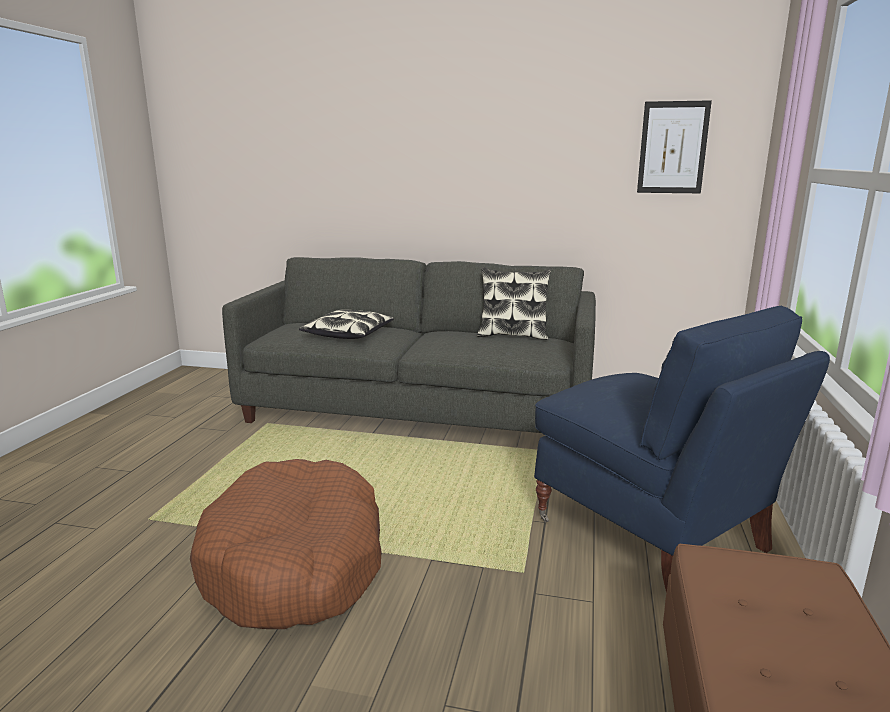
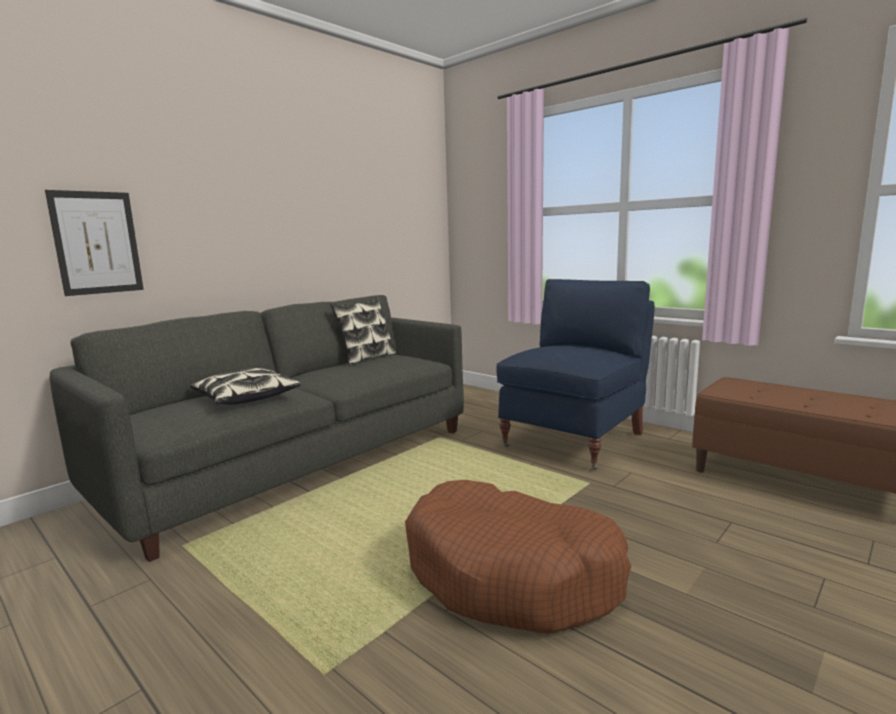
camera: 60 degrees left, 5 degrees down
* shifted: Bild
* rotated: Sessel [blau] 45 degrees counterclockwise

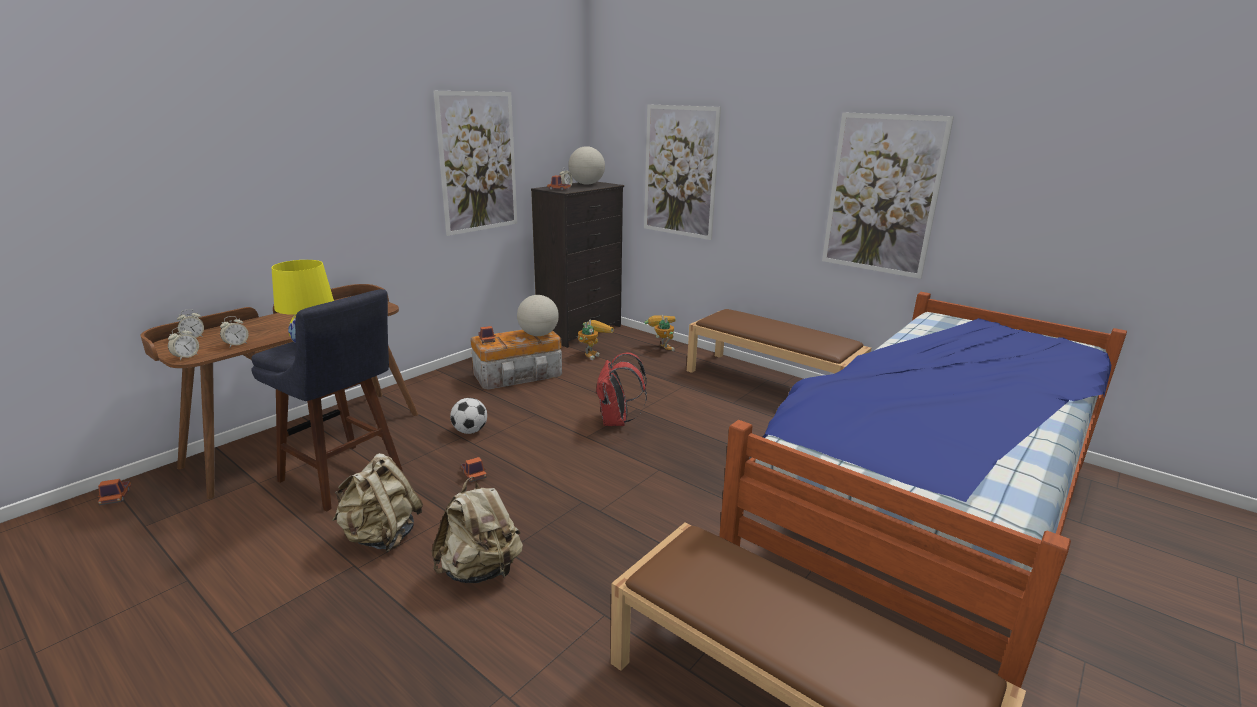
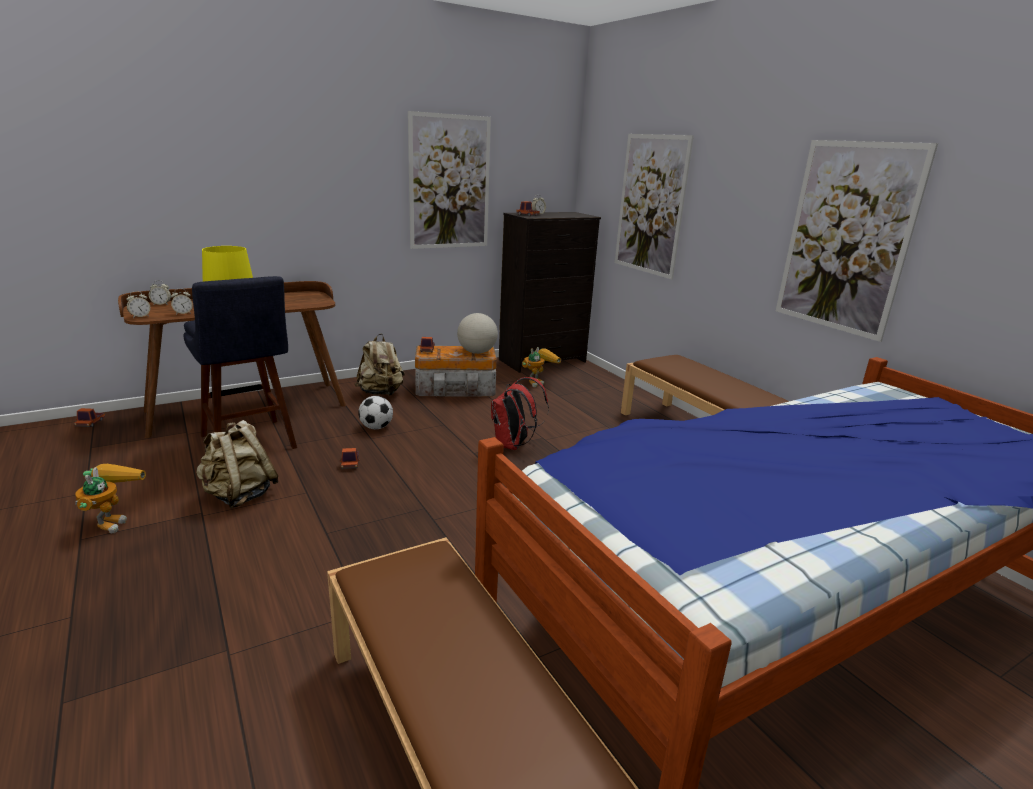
camera: 20 degrees right, 0 degrees up
* gone: Globus (no. 2 from left)
* shifted: Rucksack [beige] (no. 2 from left)
* shifted: Spielzeugroboter (no. 2 from left in the first image) to Spielzeugroboter (no. 1 from left)

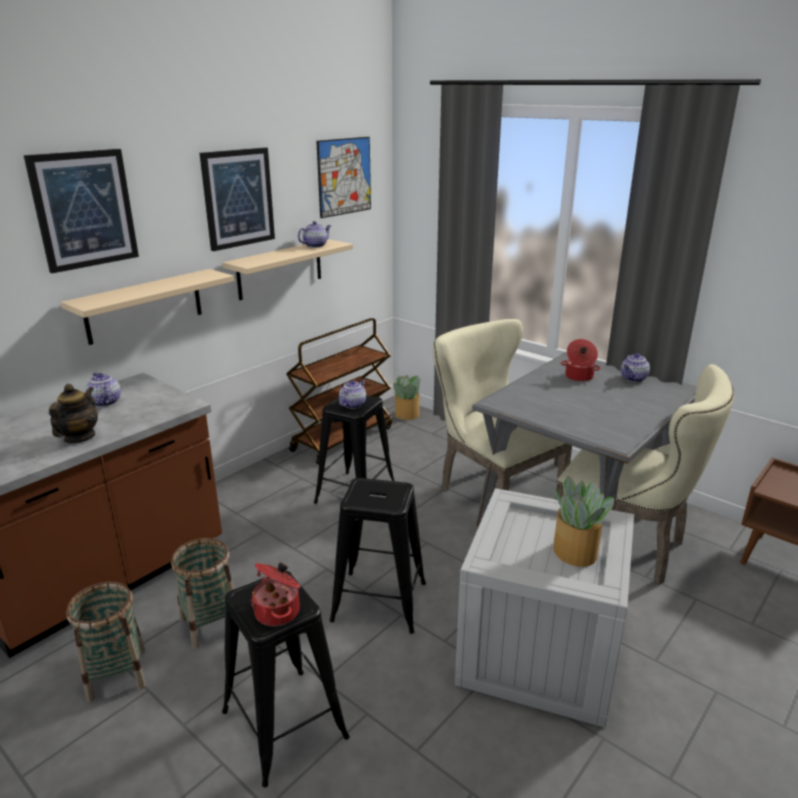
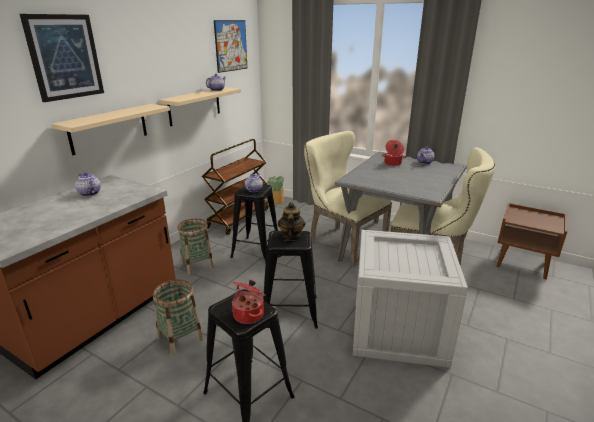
camera: 10 degrees left, 0 degrees up
* gone: Bild (no. 2 from left)
* gone: Topfpflanze (no. 2 from left)
* shifted: Teekanne (no. 1 from left in the first image) to Teekanne (no. 4 from left)
* shifted: Korb (no. 1 from left in the first image) to Korb (no. 2 from left)

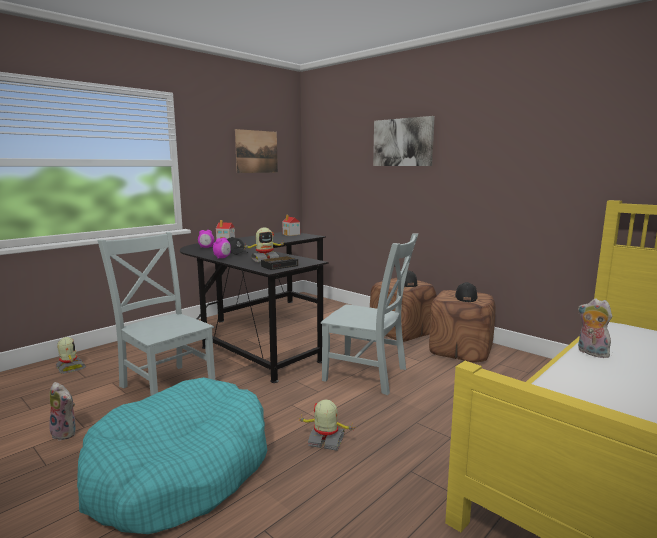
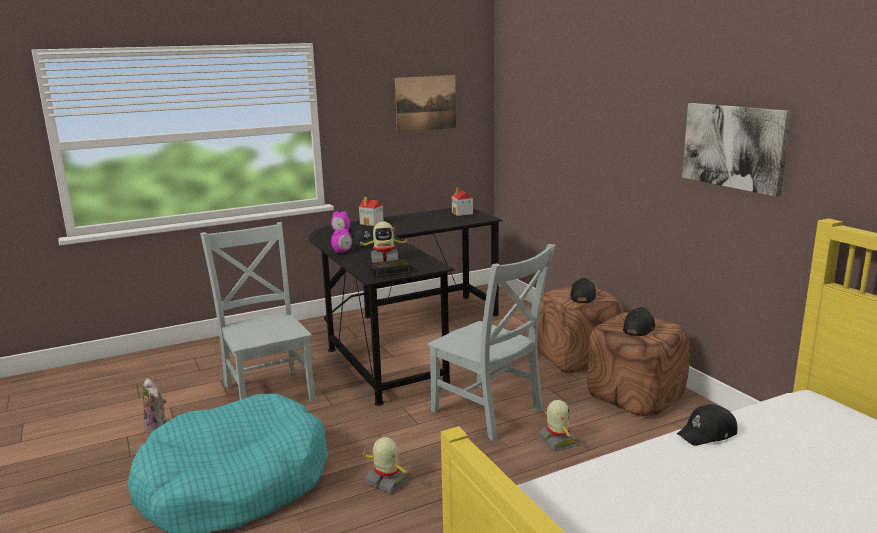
camera: 20 degrees right, 5 degrees up
* shifted: Spielzeugroboter (no. 1 from left in the first image) to Spielzeugroboter (no. 3 from left)
* shifted: Bild (no. 2 from left)
* swapped: Plüschtier (no. 2 from left) to Kappe [schwarz] (no. 4 from left)

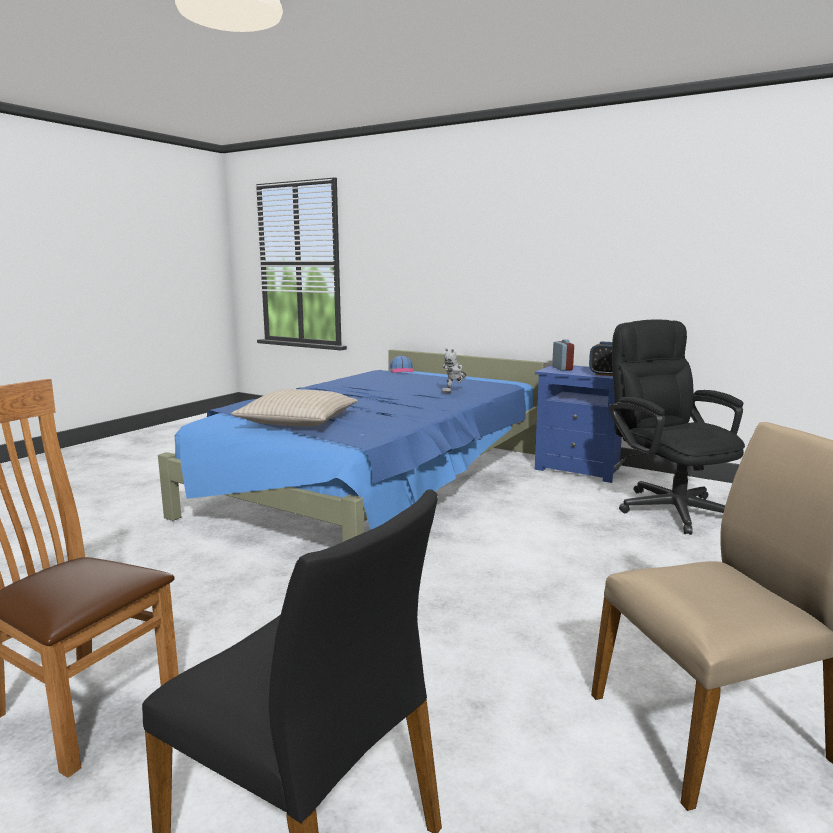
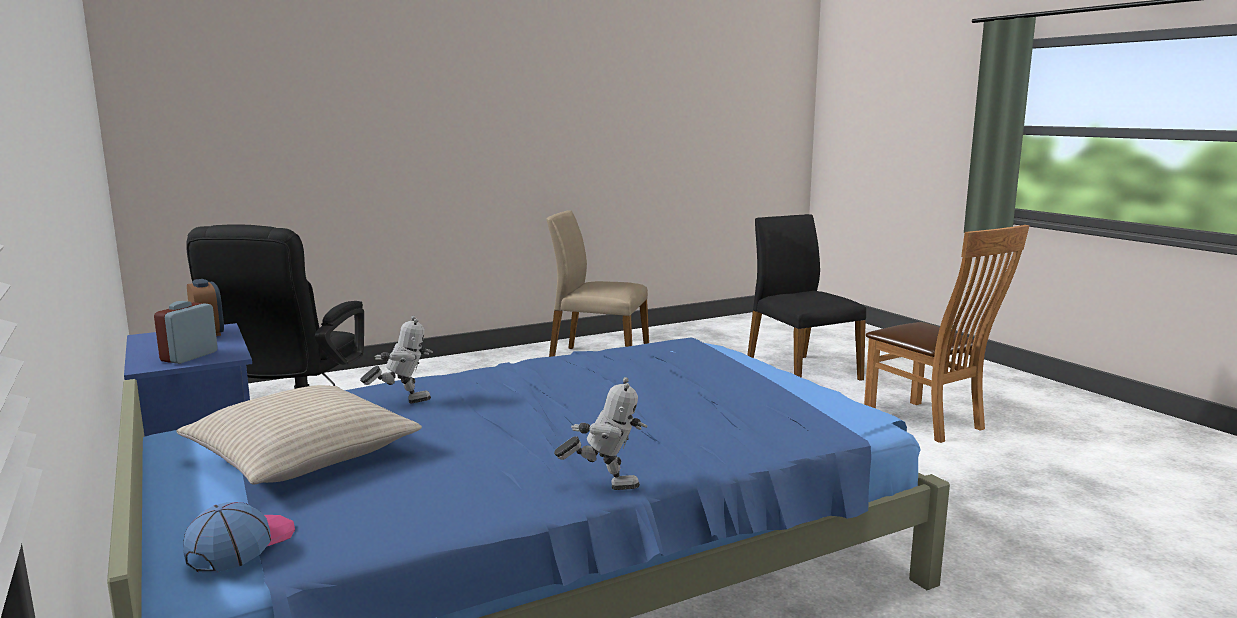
camera: 150 degrees left, 0 degrees up
* new: Spielzeugroboter (no. 2 from left)
* shifted: Kissen [beige]

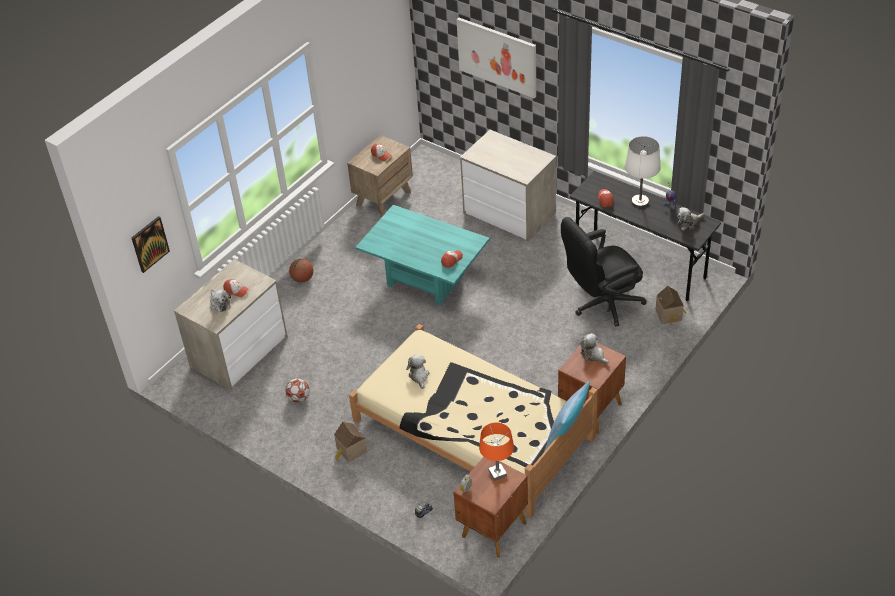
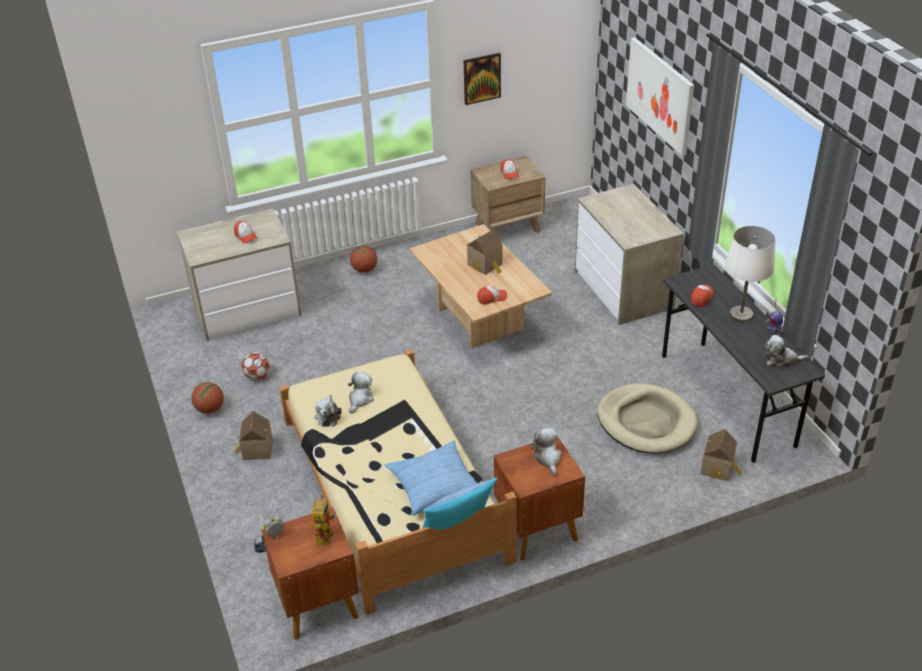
camera: 30 degrees right, 5 degrees down
* new: Basketball (no. 1 from left)
* new: Kissen (no. 1 from left)
* new: Spielzeughaus (no. 2 from left)
* shifted: Bild (no. 1 from left)
* shifted: Plüschtier (no. 1 from left)
* swapped: Tischlampe [orange] to Spielzeugroboter (no. 1 from left)
* swapped: Bürostuhl [schwarz] to Hundebett [beige]
* repainted: Couchtisch [türkis] to Couchtisch [beige]

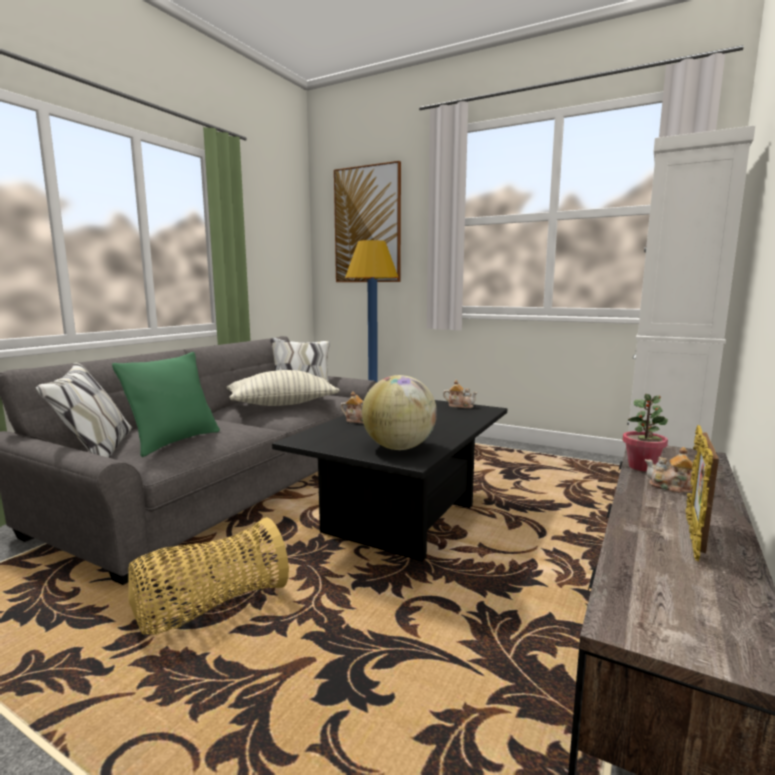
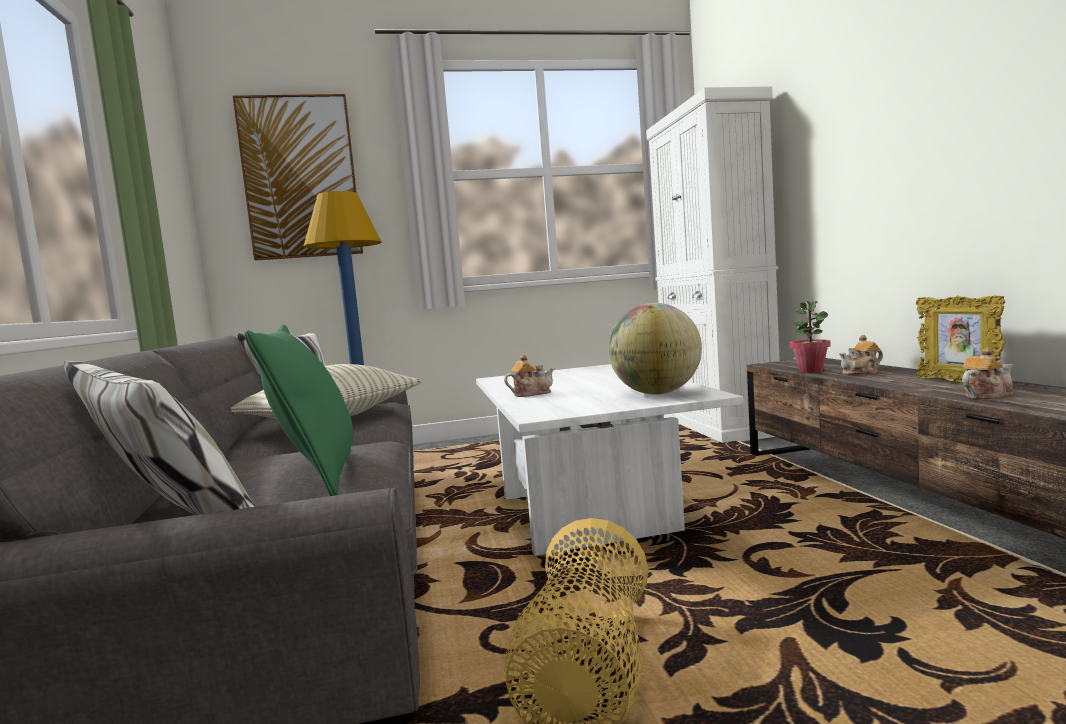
camera: 40 degrees left, 5 degrees down
* shifted: Teekanne (no. 2 from left in the first image) to Teekanne (no. 3 from left)
* repainted: Couchtisch [schwarz] to Couchtisch [weiß]

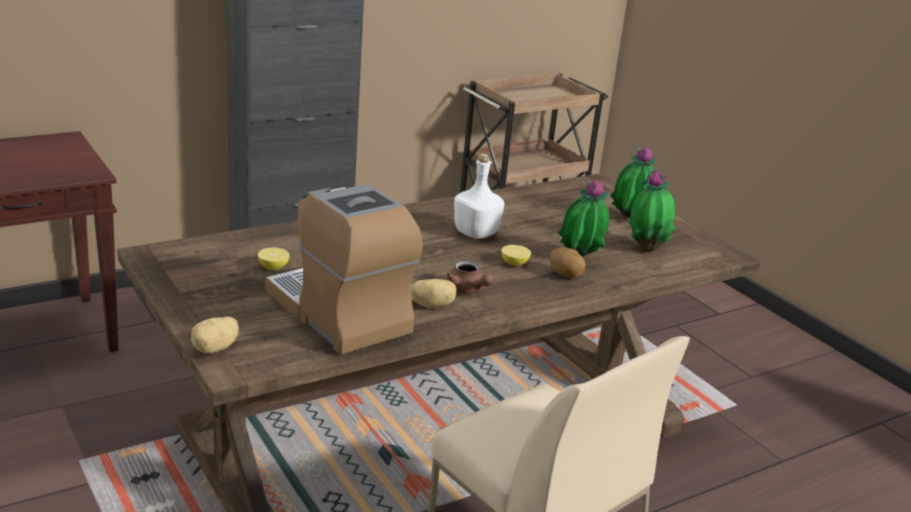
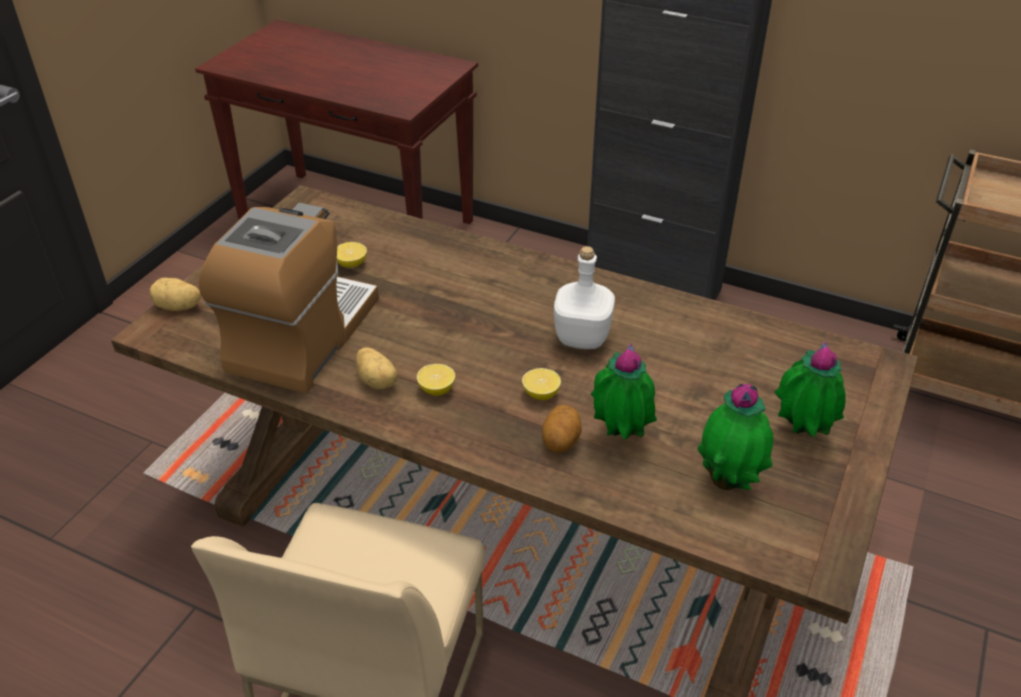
camera: 60 degrees right, 15 degrees up
* swapped: Teekanne [braun] to Zitrone (no. 2 from left)

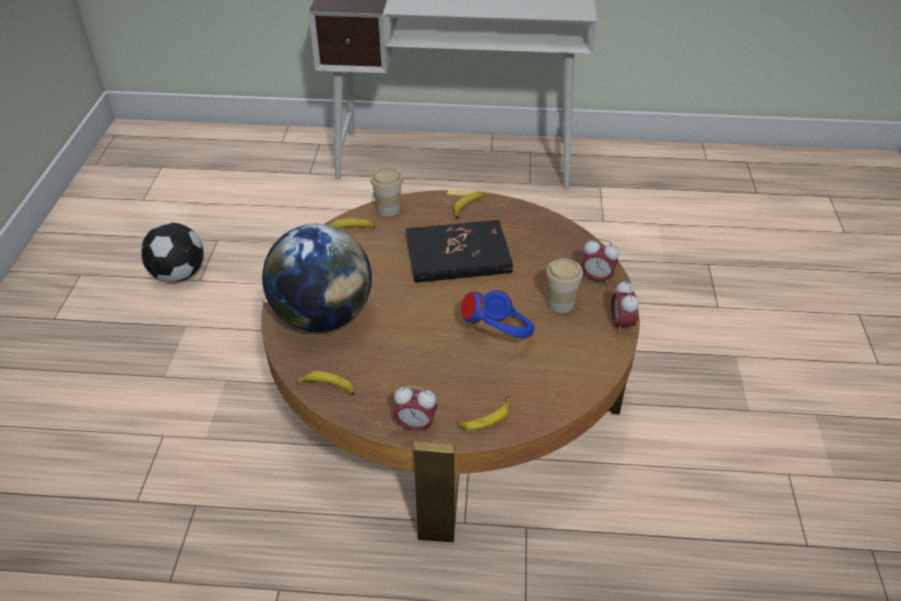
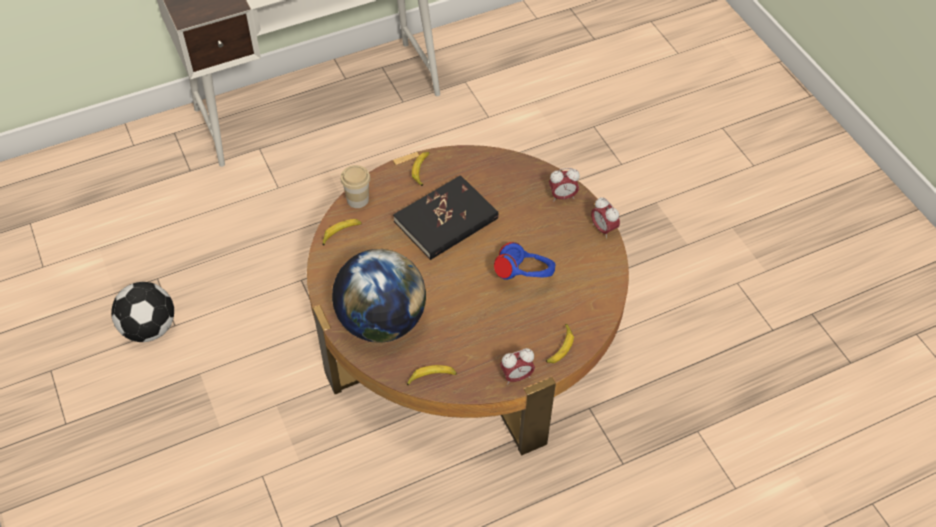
camera: 30 degrees left, 10 degrees up
* gone: Tasse (no. 2 from left)

